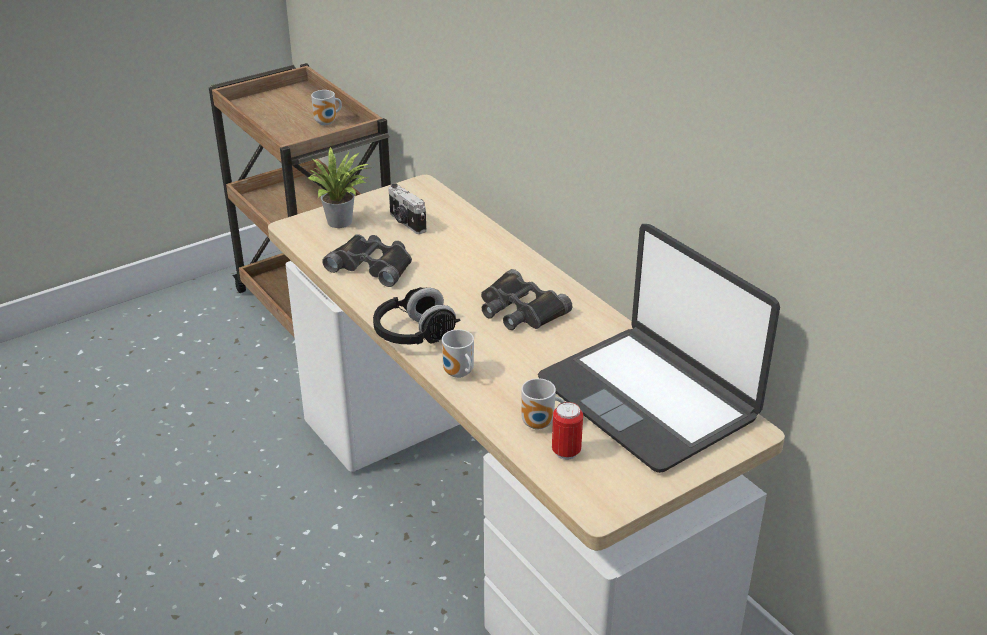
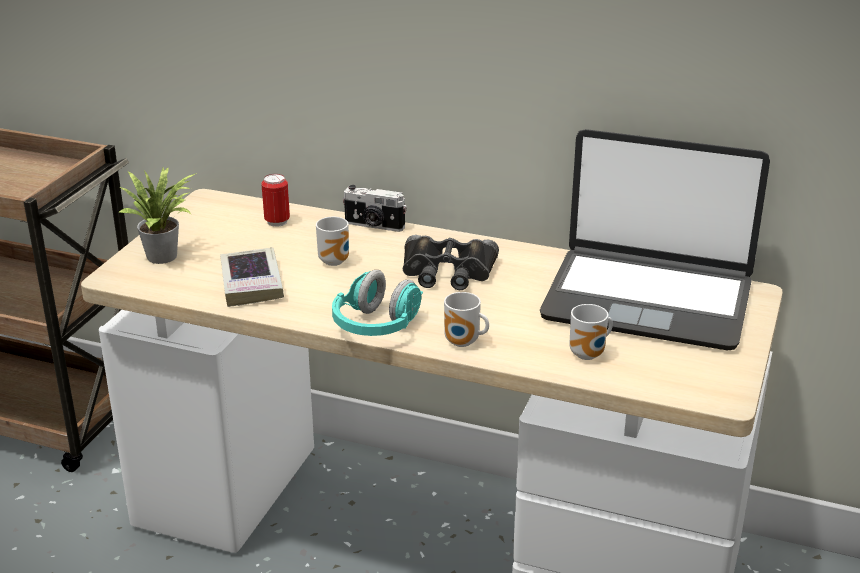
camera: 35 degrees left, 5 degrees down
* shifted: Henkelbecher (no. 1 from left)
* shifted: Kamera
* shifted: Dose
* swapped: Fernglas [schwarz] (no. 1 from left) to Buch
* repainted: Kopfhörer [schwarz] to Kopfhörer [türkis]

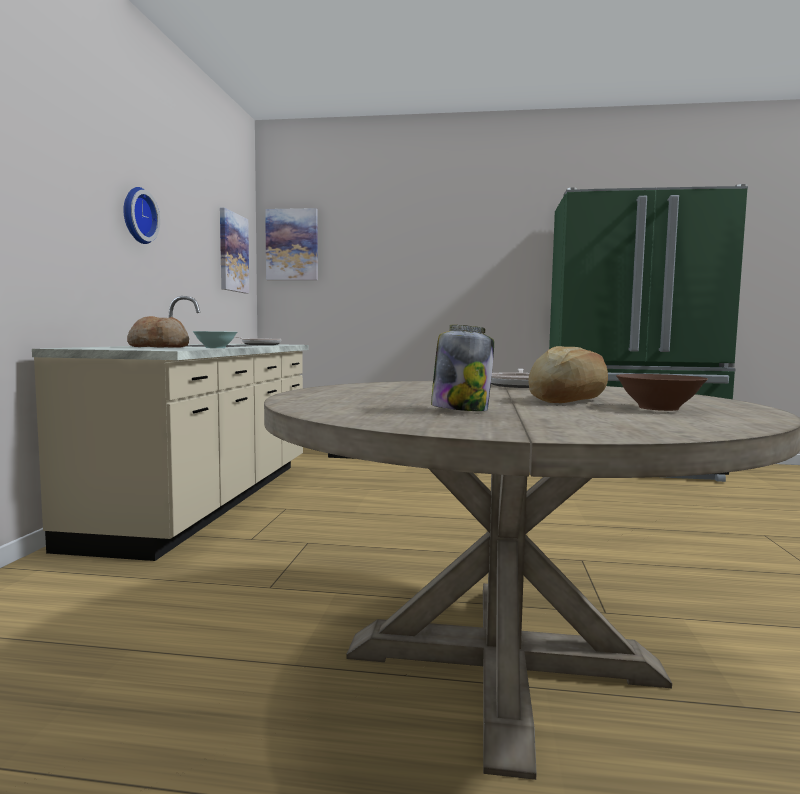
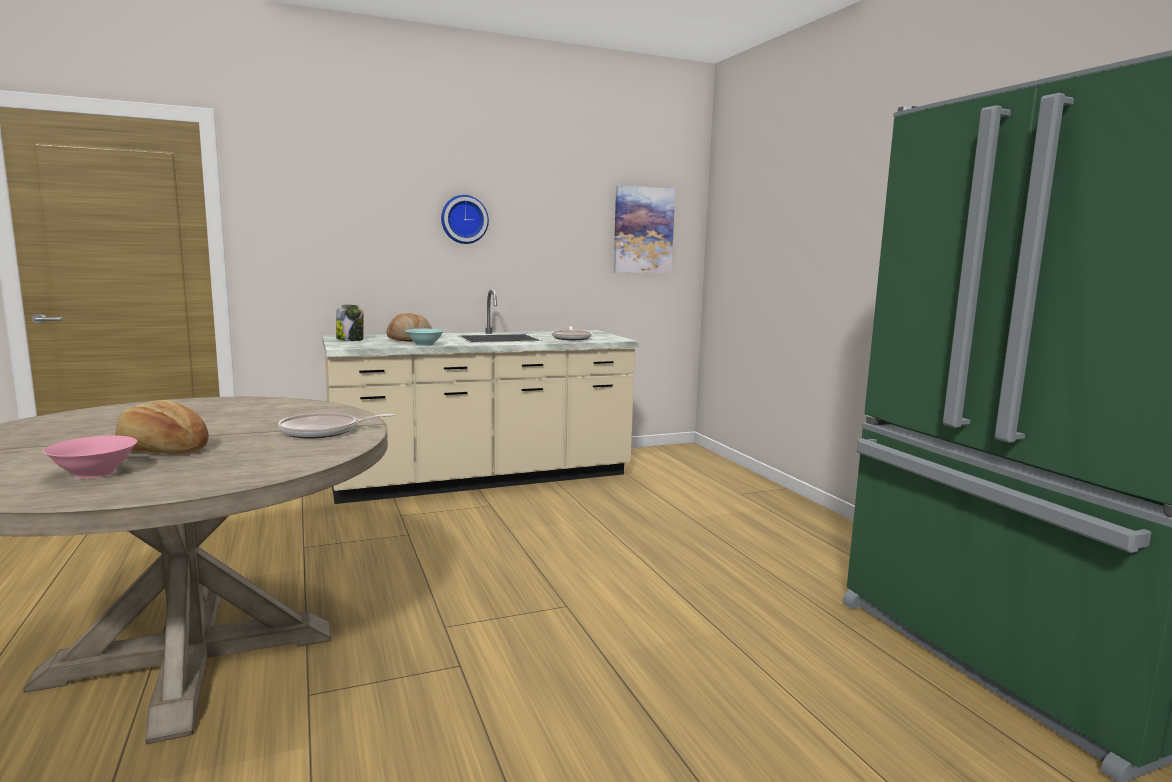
camera: 60 degrees right, 5 degrees up
* gone: Bild (no. 2 from left)
* shifted: Vorratsglas
* repainted: Schüssel [braun] to Schüssel [rosa]

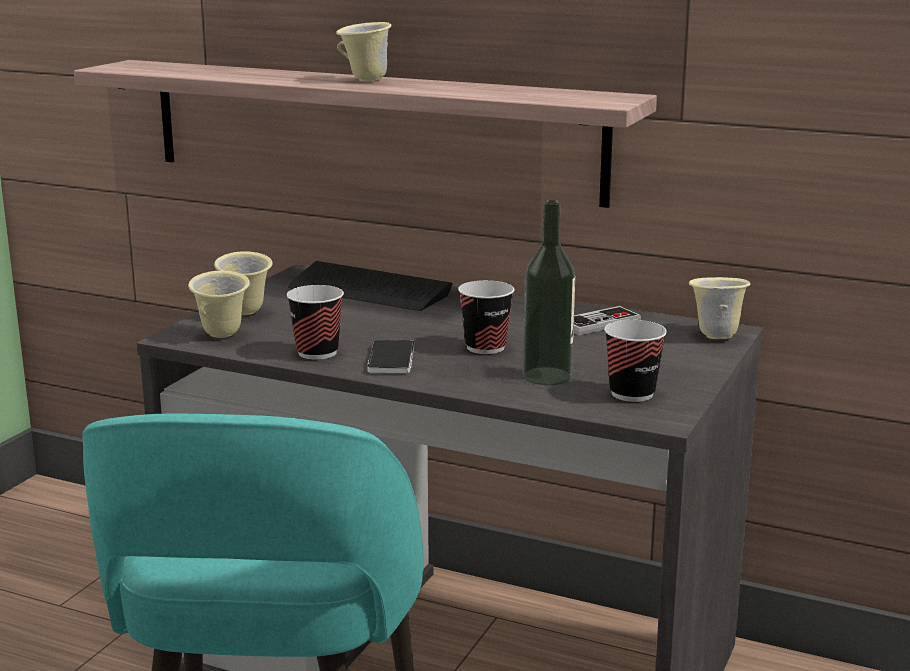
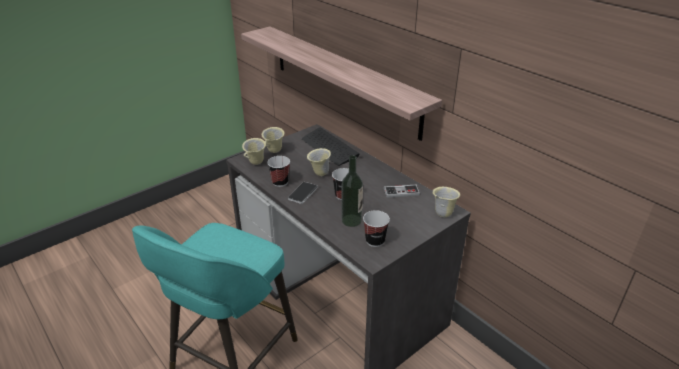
camera: 25 degrees right, 15 degrees up
* shifted: Henkelbecher [beige] (no. 3 from left)

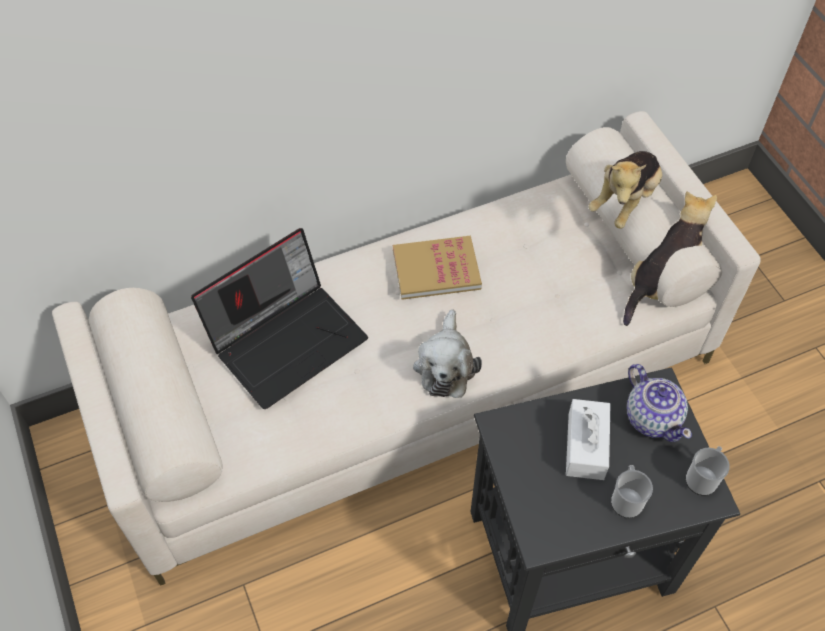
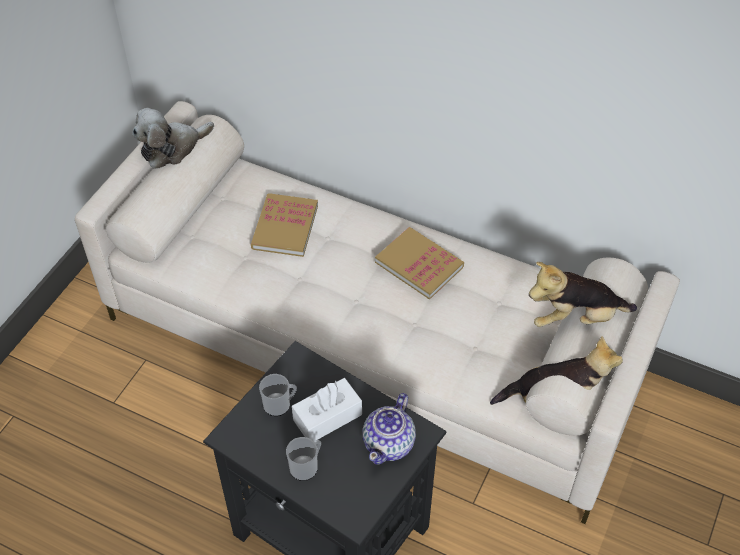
camera: 50 degrees right, 5 degrees down
* shifted: Plüschtier (no. 1 from left)
* shifted: Henkelbecher (no. 2 from left in the first image) to Henkelbecher (no. 1 from left)
* swapped: Laptop to Buch (no. 1 from left)

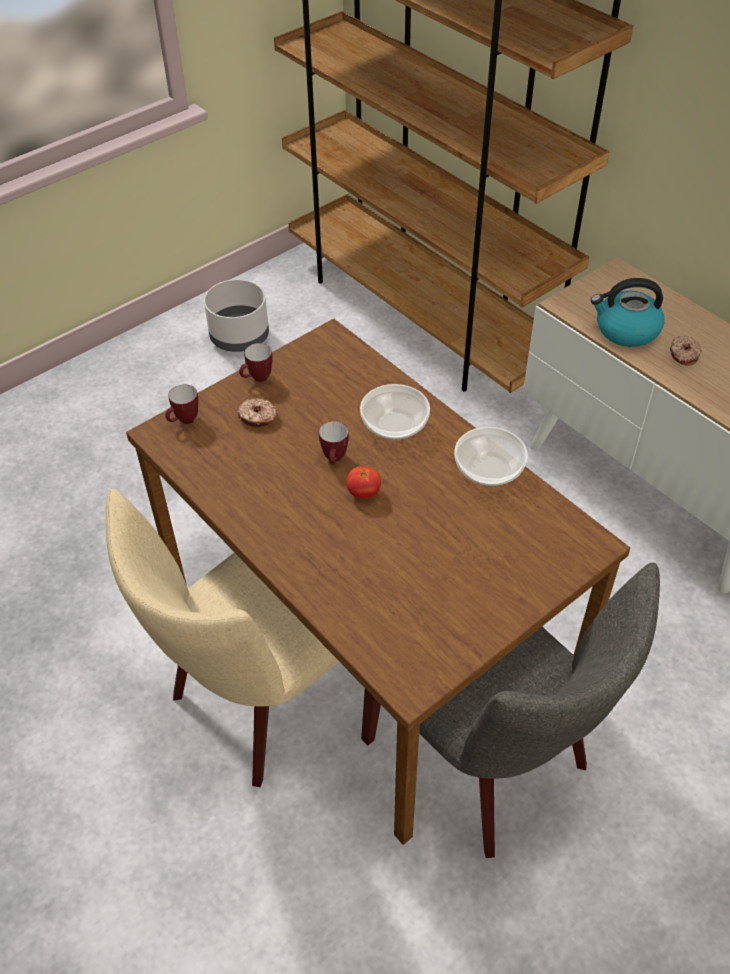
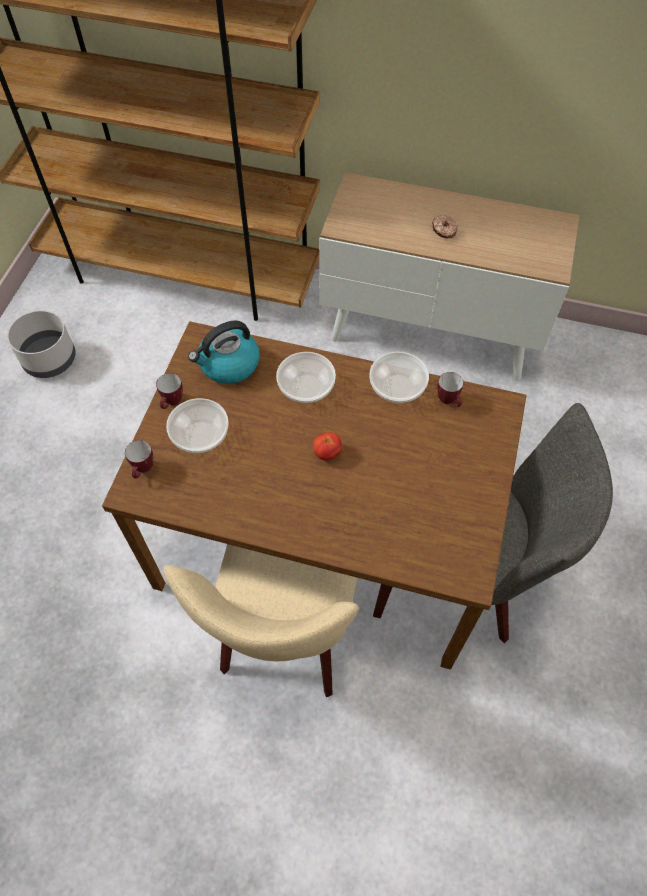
camera: 35 degrees left, 10 degrees up
* shifted: Henkelbecher (no. 3 from left)
* shifted: Wasserkessel
* swapped: Donut (no. 1 from left) to Schüssel (no. 1 from left)

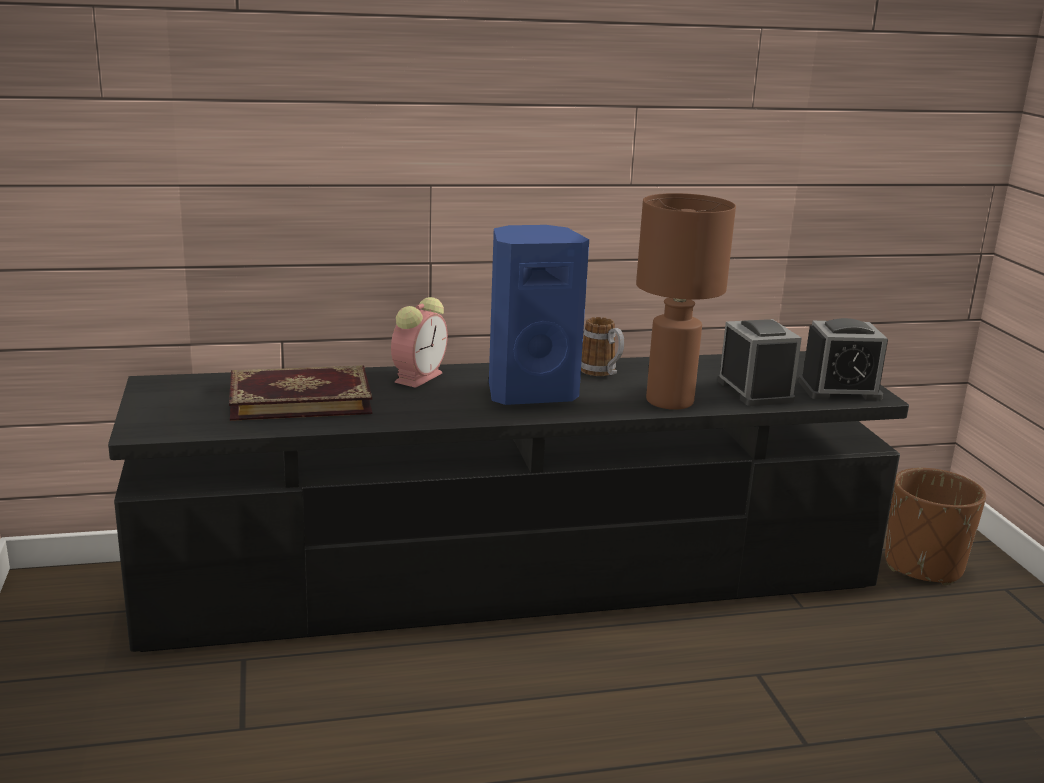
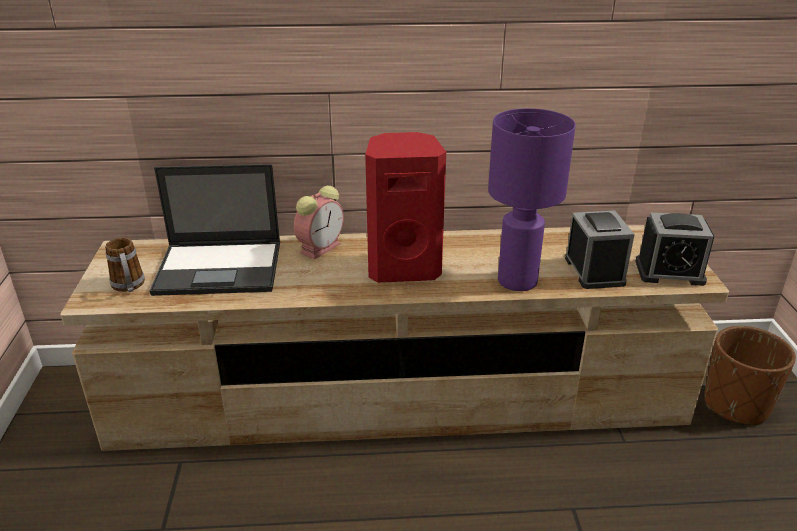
camera: 10 degrees right, 10 degrees up
* shifted: Henkelbecher
* swapped: Buch to Laptop
* repainted: Fernsehschrank [schwarz] to Fernsehschrank [beige]
* repainted: Lautsprecher [blau] to Lautsprecher [rot]
* repainted: Tischlampe [braun] to Tischlampe [lila]

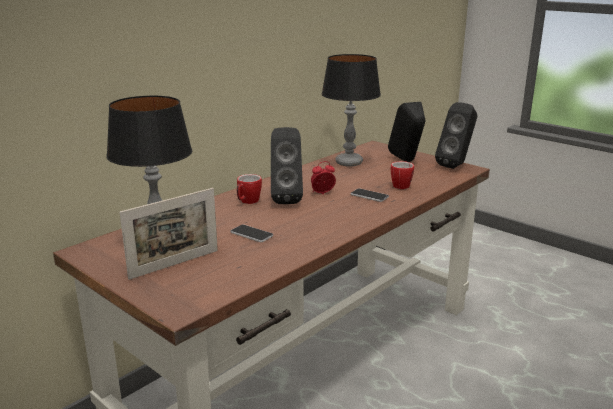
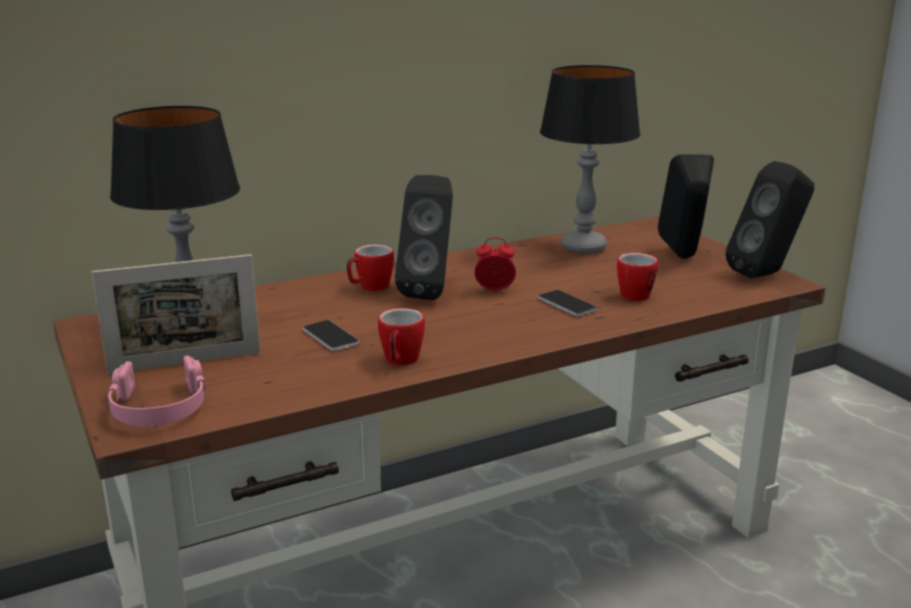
camera: 20 degrees right, 0 degrees up
* new: Kopfhörer [rosa]
* new: Henkelbecher (no. 2 from left)

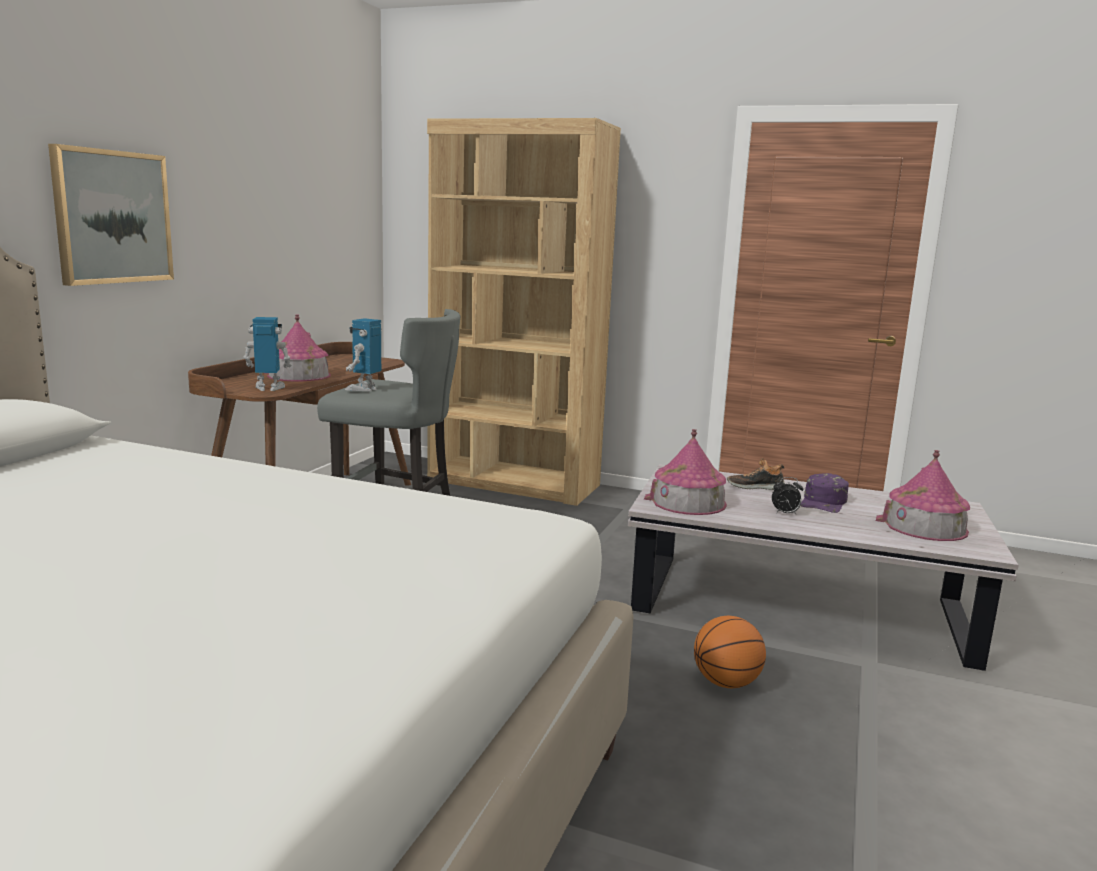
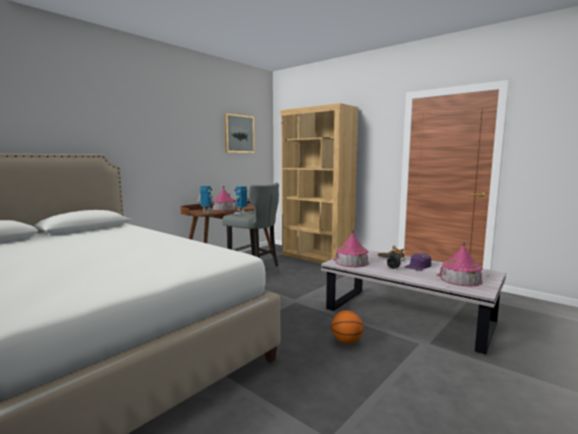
camera: 20 degrees right, 5 degrees down
* shifted: Bild

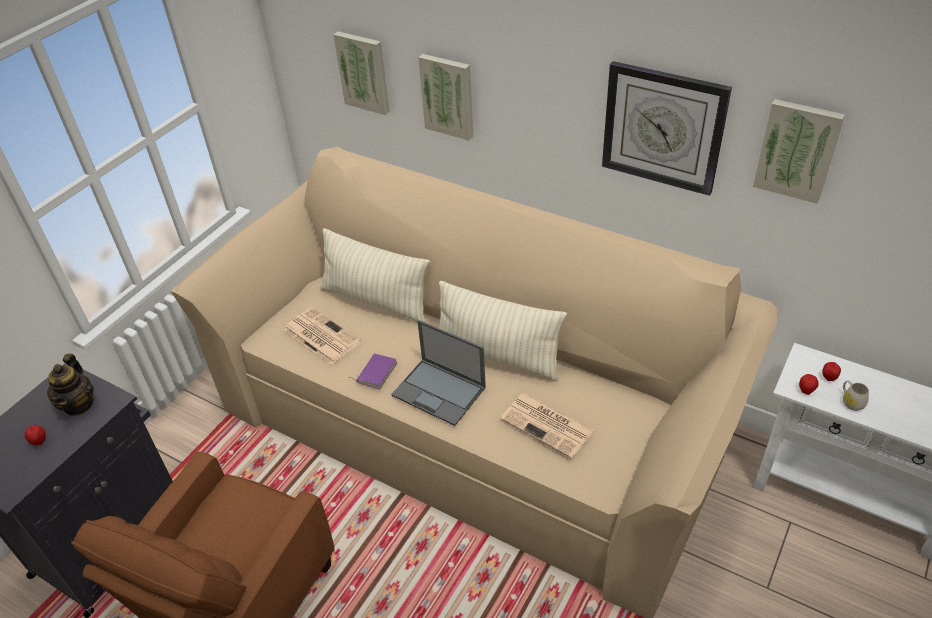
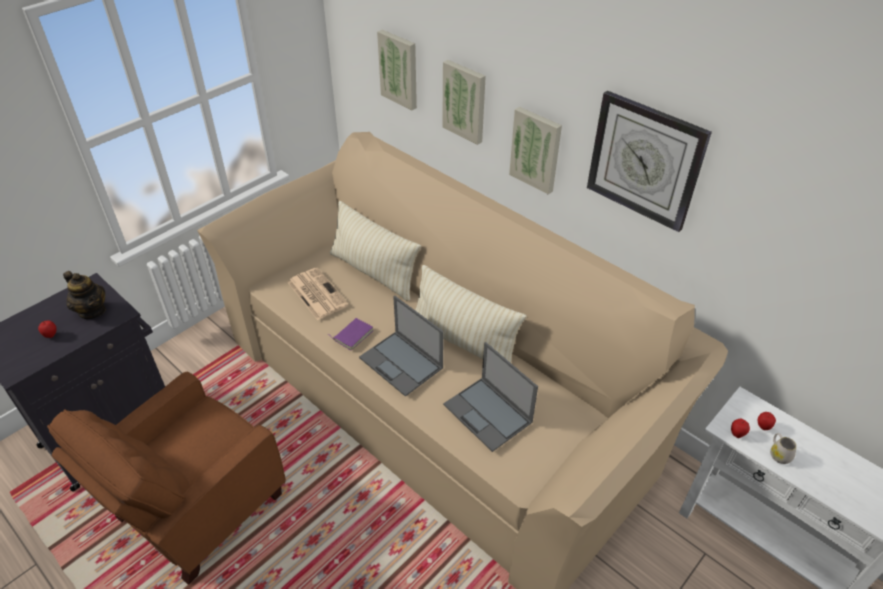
camera: 10 degrees right, 0 degrees up
* shifted: Bild (no. 3 from left)
* swapped: Zeitung (no. 2 from left) to Laptop (no. 2 from left)
* rotated: Teekanne 60 degrees counterclockwise

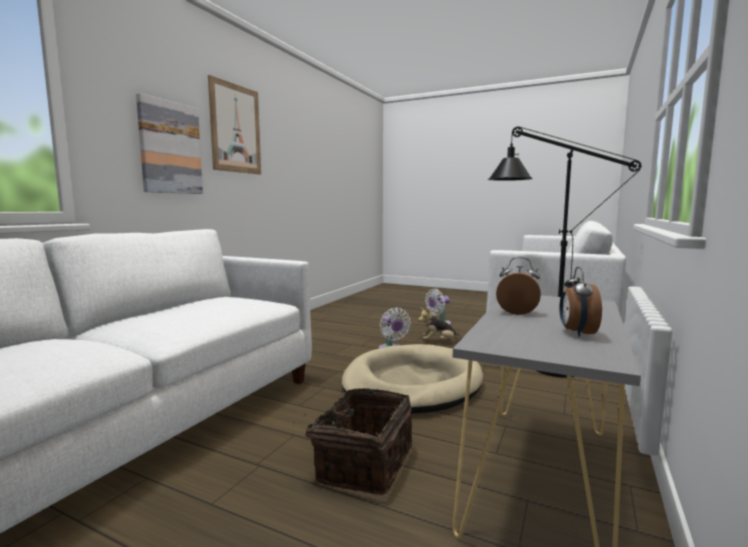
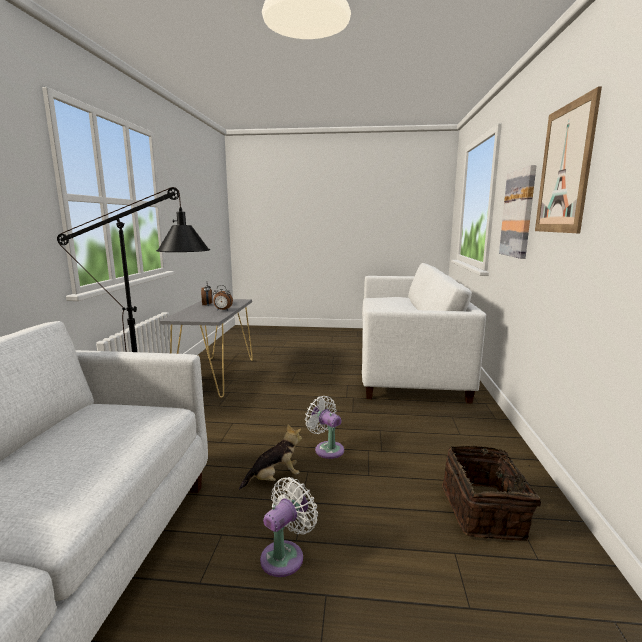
camera: 160 degrees right, 5 degrees up
* gone: Hundebett [beige]
* shifted: Korb

